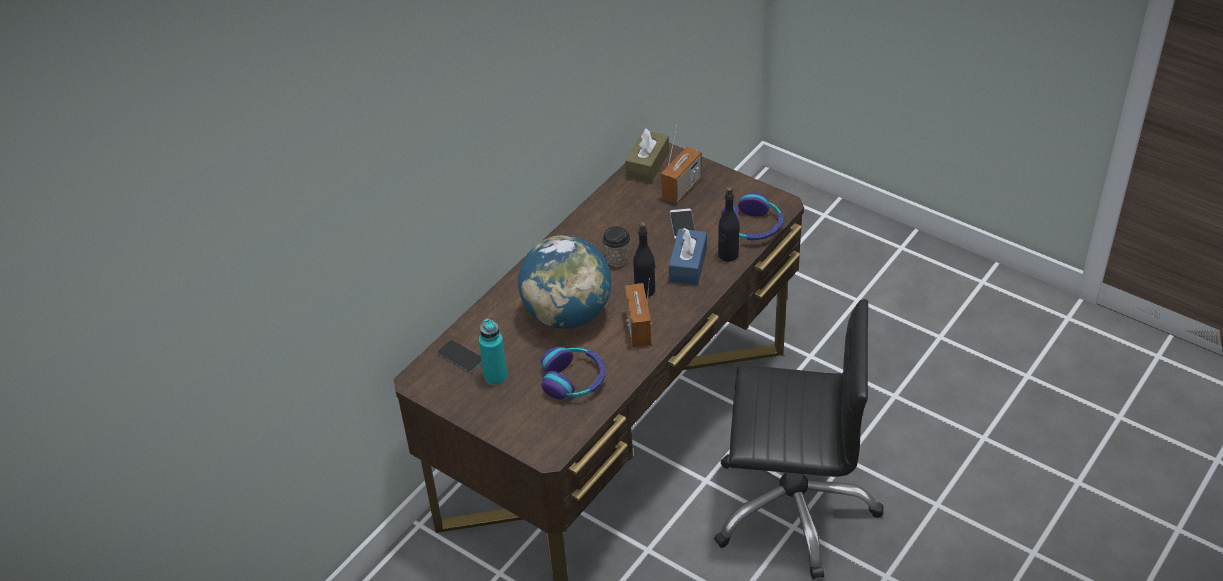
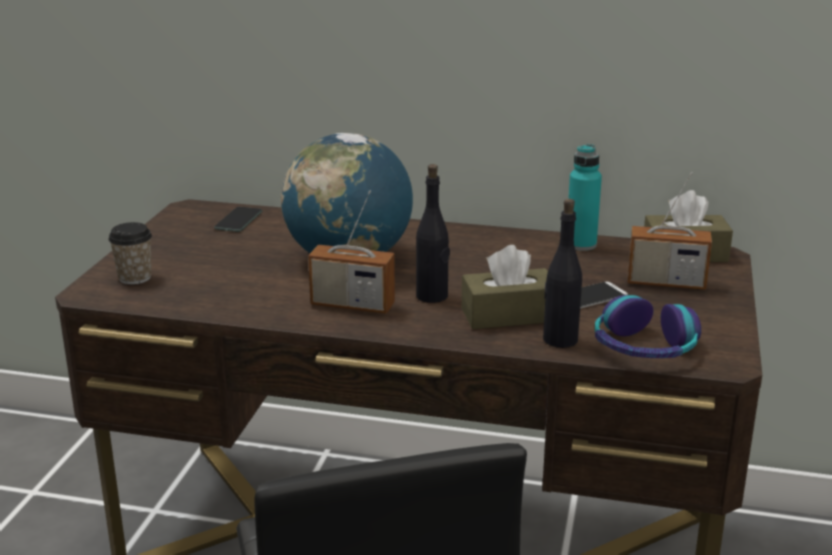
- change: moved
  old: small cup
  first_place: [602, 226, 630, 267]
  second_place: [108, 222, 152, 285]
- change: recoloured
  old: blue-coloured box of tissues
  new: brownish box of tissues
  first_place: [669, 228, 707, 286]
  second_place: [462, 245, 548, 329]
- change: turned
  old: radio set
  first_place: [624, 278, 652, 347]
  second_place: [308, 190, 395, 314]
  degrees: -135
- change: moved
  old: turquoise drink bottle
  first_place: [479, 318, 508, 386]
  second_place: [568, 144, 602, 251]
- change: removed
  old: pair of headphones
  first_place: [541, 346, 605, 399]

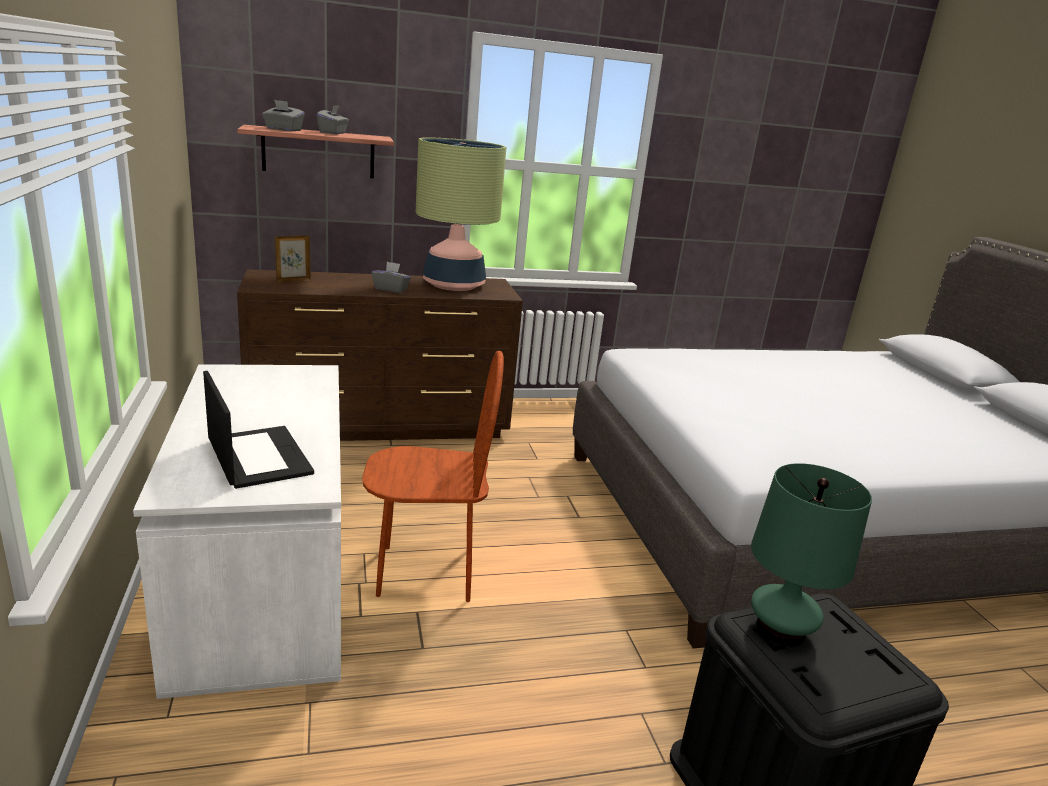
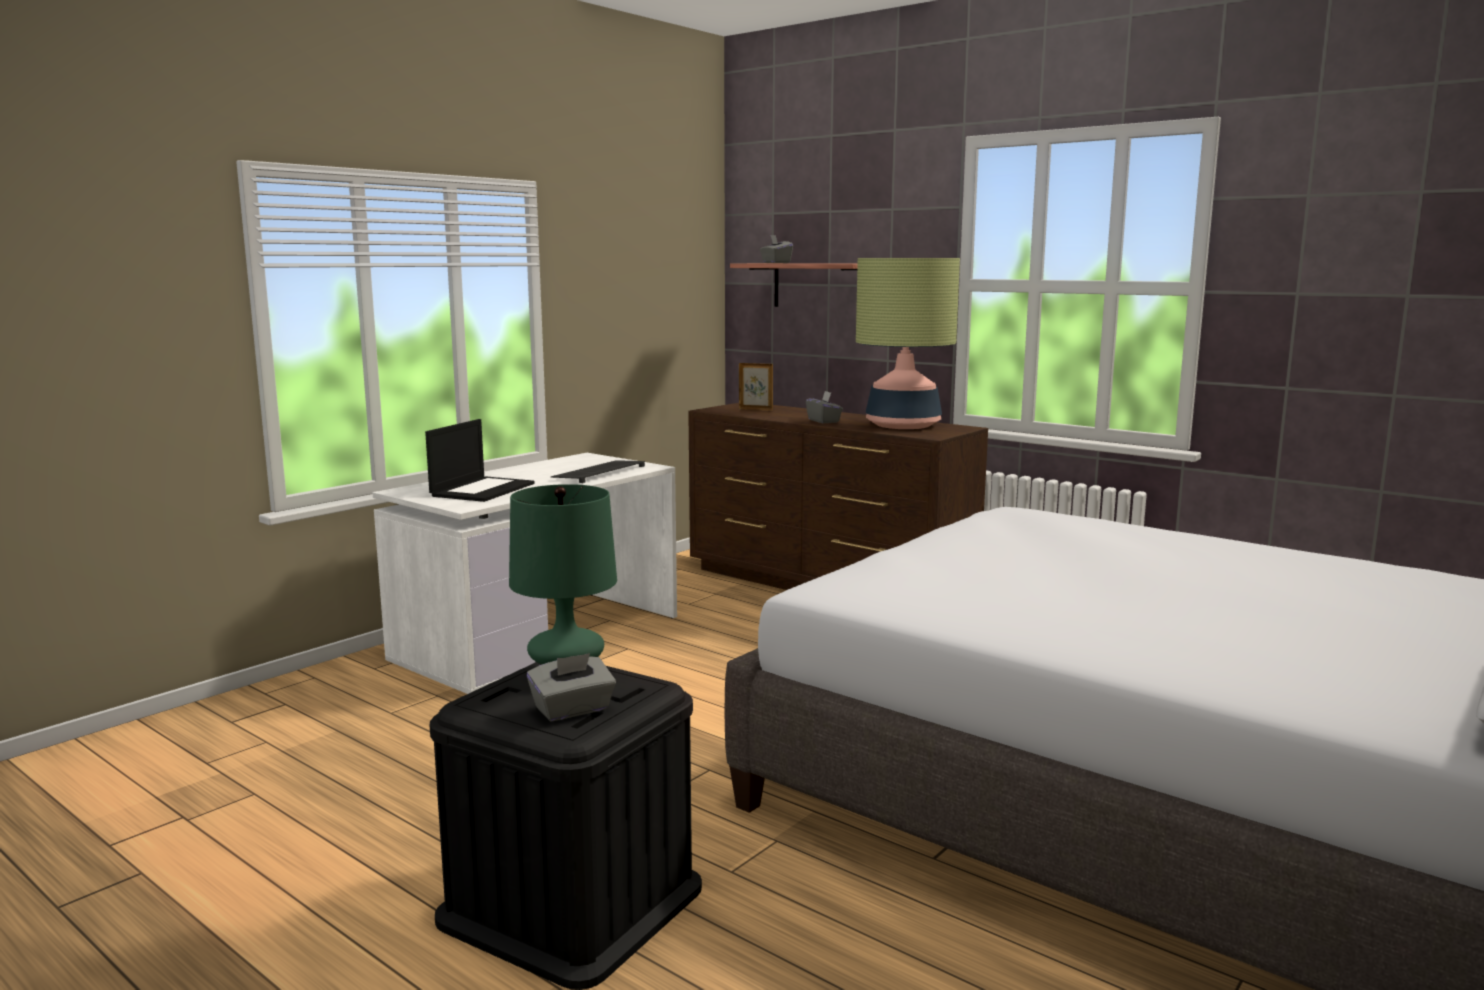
- change: moved
  old: greyish box of tissues
  first_place: [317, 105, 349, 134]
  second_place: [527, 653, 616, 722]
- change: removed
  old: brownish chair
  first_place: [363, 351, 504, 602]
- change: added
  new: computer keyboard
  second_place: [551, 460, 645, 483]

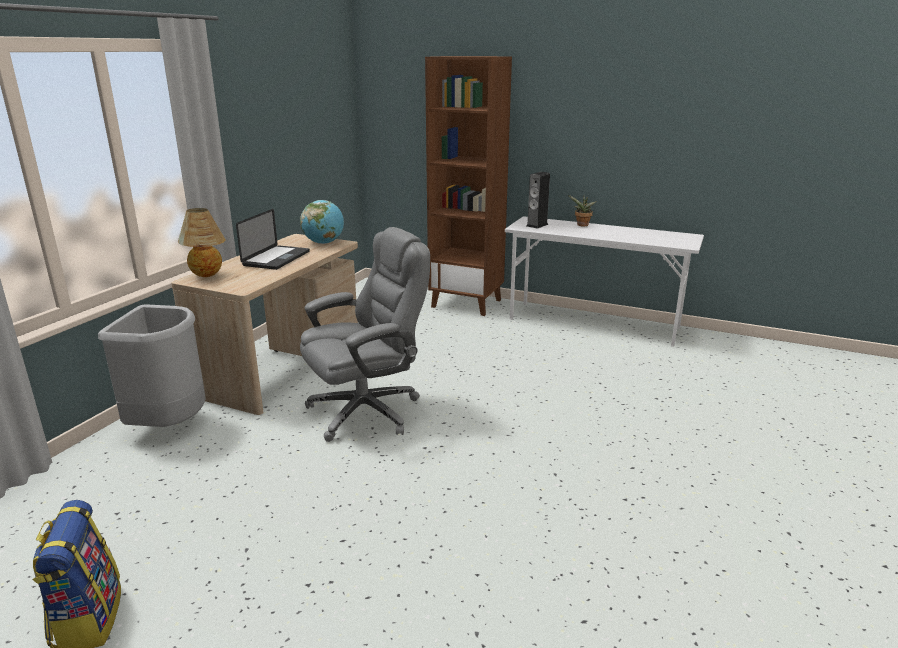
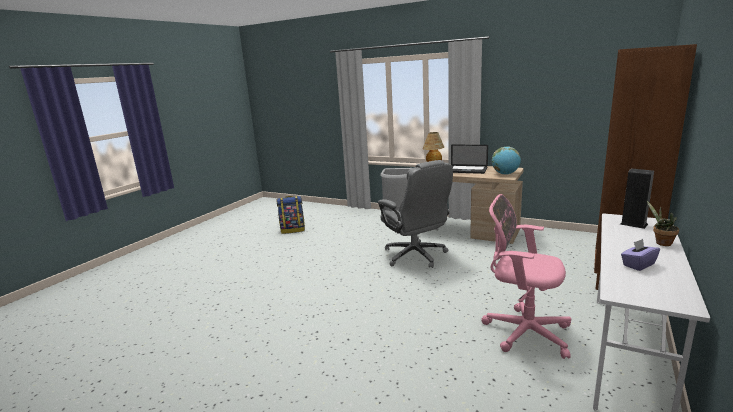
- change: added
  new: pinkish desk chair
  second_place: [481, 194, 571, 359]
- change: added
  new: purplish box of tissues
  second_place: [621, 239, 660, 271]

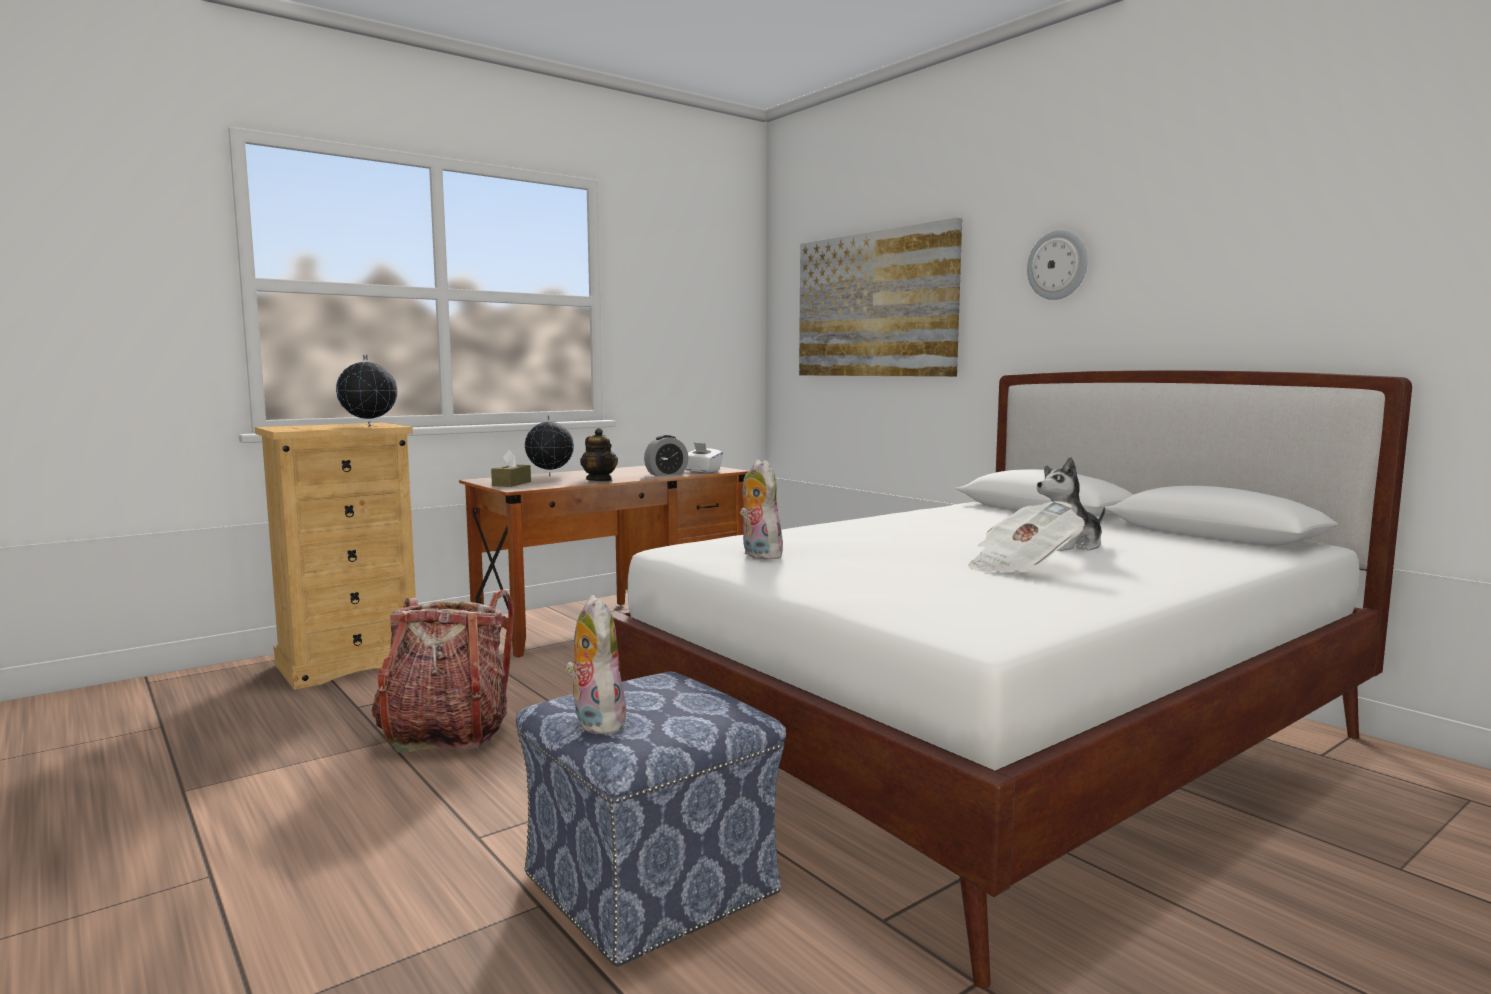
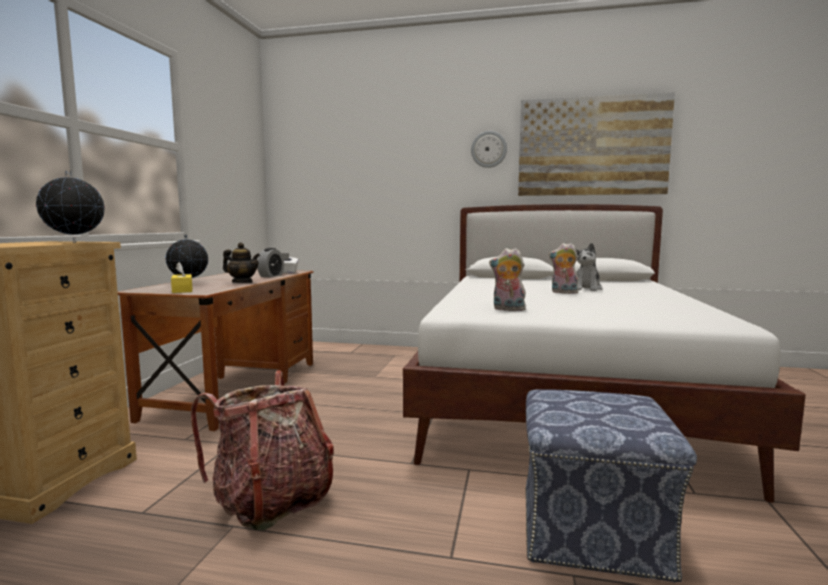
- change: moved
  old: wall art
  first_place: [799, 218, 962, 377]
  second_place: [518, 92, 675, 196]
- change: recoloured
  old: brownish box of tissues
  new: yellow-coloured box of tissues
  first_place: [491, 450, 531, 487]
  second_place: [171, 262, 192, 293]
- change: removed
  old: newspaper
  first_place: [968, 501, 1085, 573]
- change: moved
  old: cuddly toy
  first_place: [565, 595, 626, 734]
  second_place: [549, 243, 578, 294]

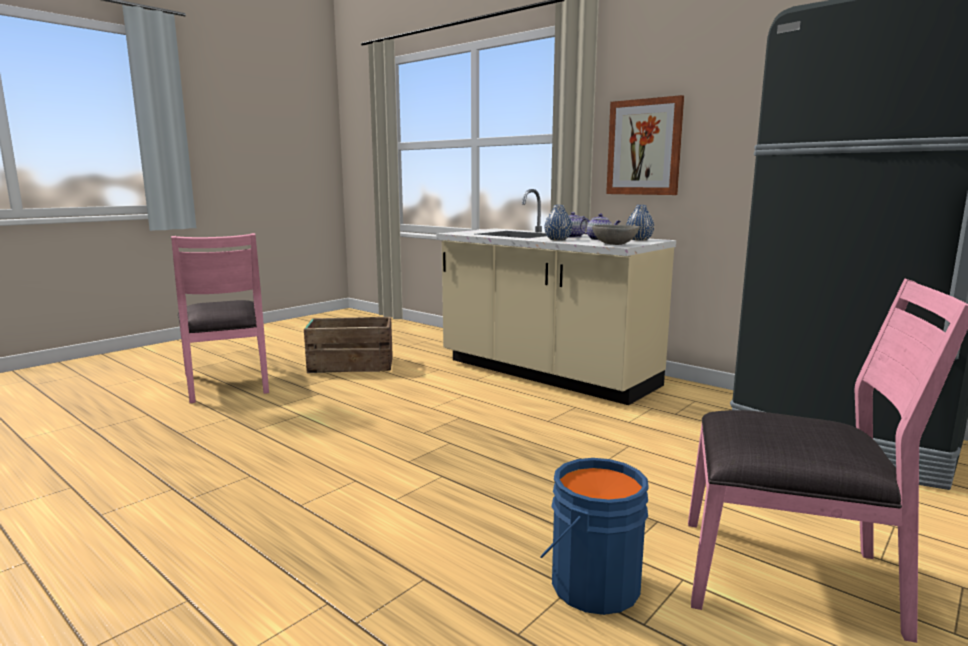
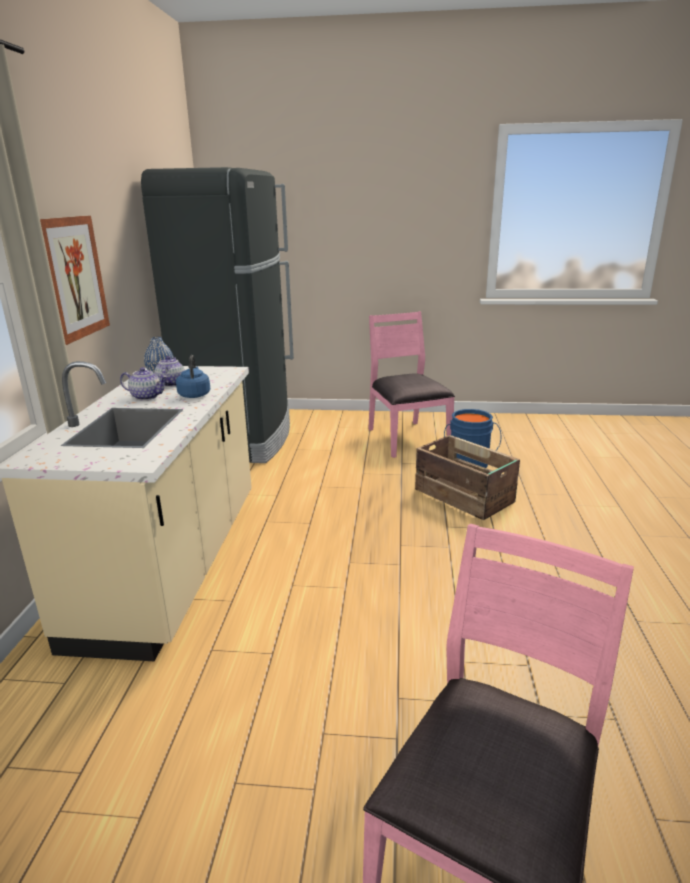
- change: replaced
  old: blue-coloured decorative vase
  new: blue-coloured kettle
  first_place: [544, 205, 572, 241]
  second_place: [176, 355, 210, 398]
- change: removed
  old: greyish bowl
  first_place: [592, 225, 639, 245]
- change: moved
  old: shipping crate
  first_place: [304, 317, 393, 373]
  second_place: [415, 435, 520, 520]

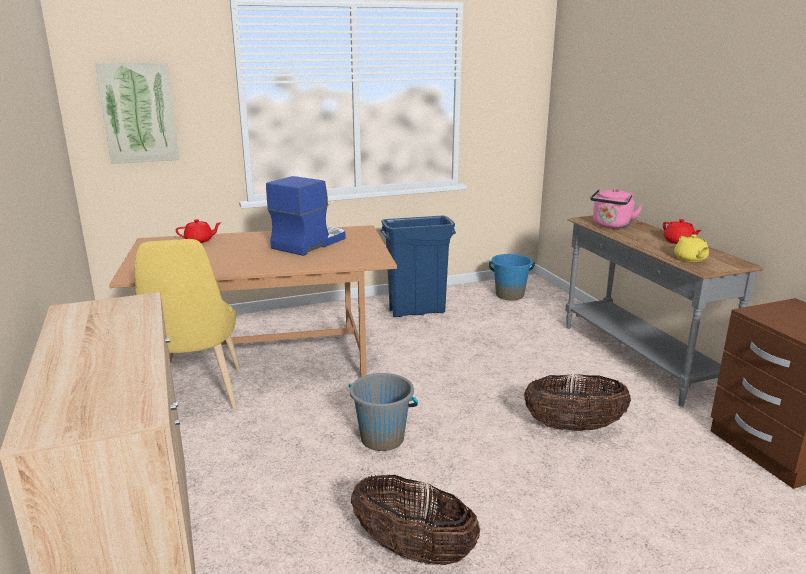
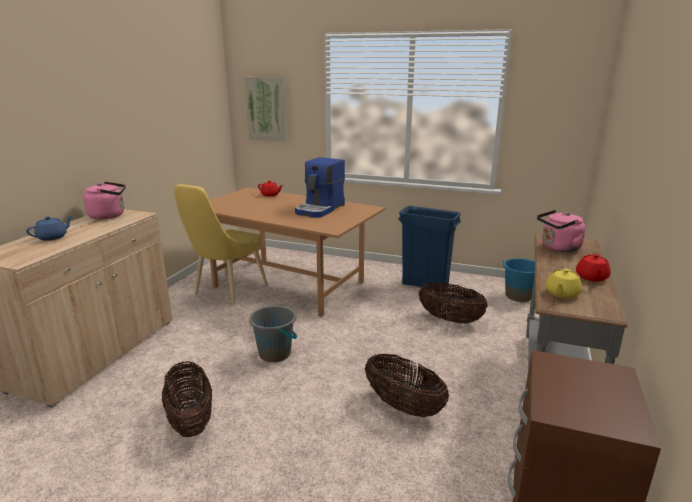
- change: turned
  old: coffee machine
  first_place: [266, 176, 346, 256]
  second_place: [295, 157, 345, 218]
  degrees: 135
- change: added
  new: pinkish kettle
  second_place: [83, 182, 126, 219]
- change: added
  new: blue-coloured tea pot
  second_place: [26, 216, 72, 241]
- change: added
  new: basket
  second_place: [418, 282, 488, 324]

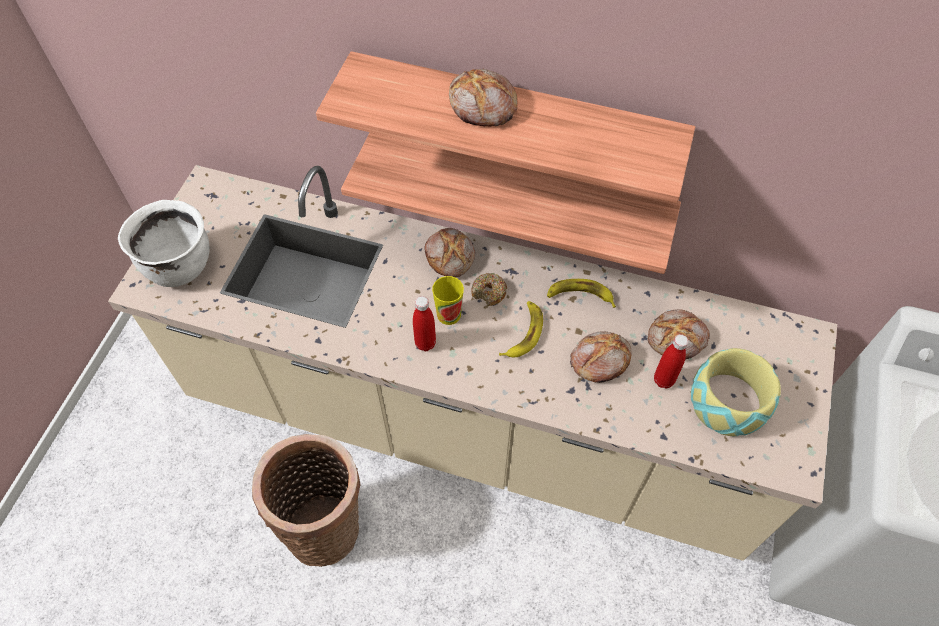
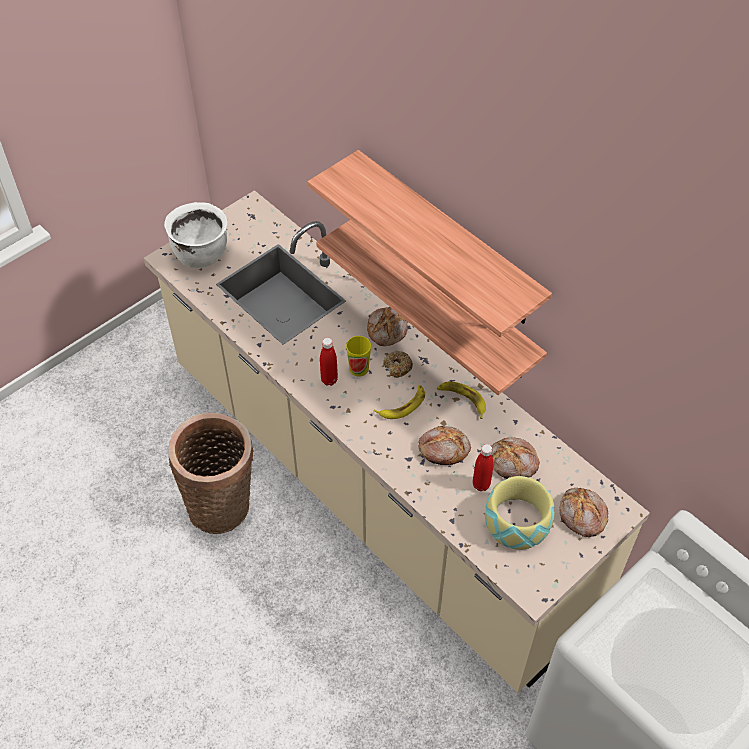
- change: moved
  old: bakery bread
  first_place: [449, 69, 518, 127]
  second_place: [560, 488, 608, 537]

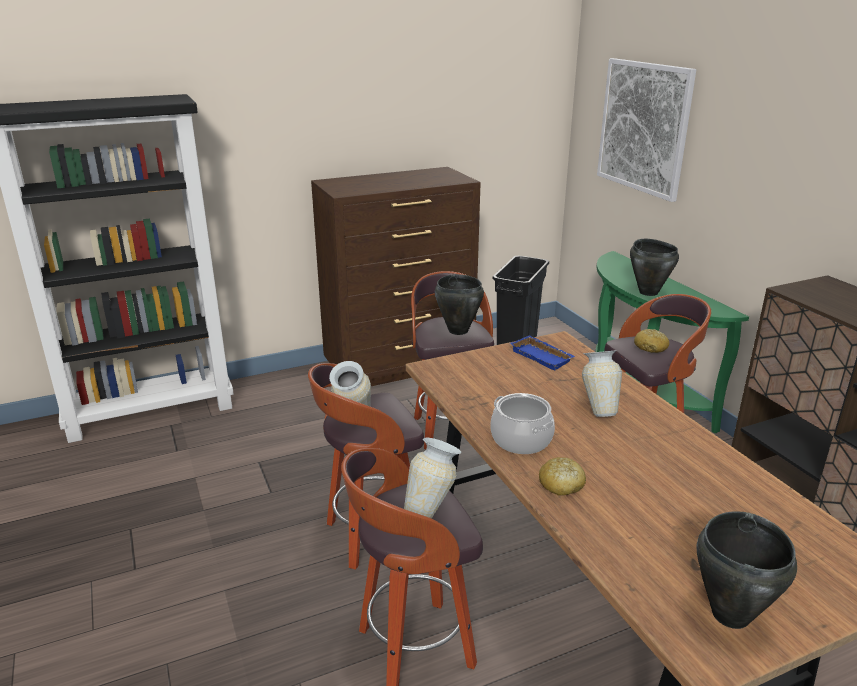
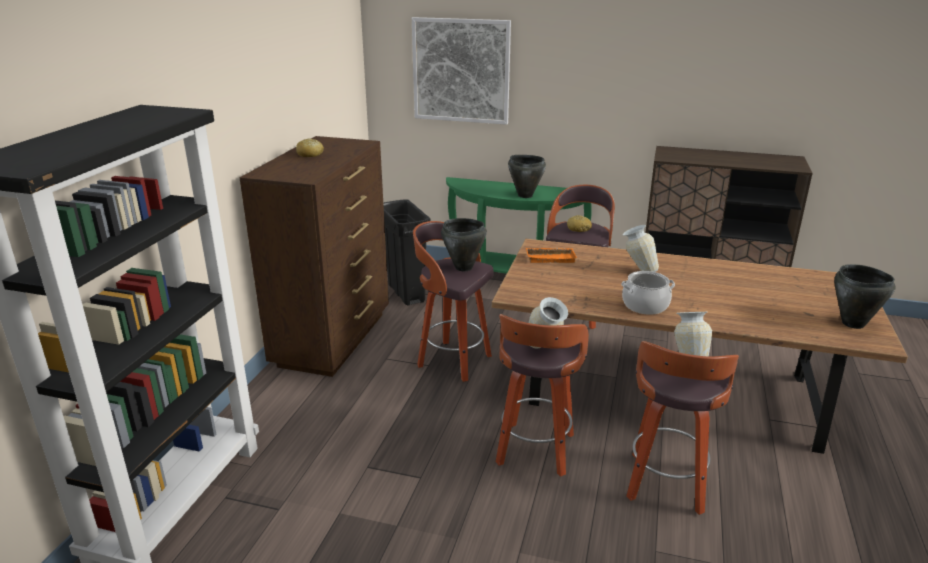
- change: recoloured
  old: blue-coloured tray
  new: orange-coloured tray
  first_place: [510, 335, 576, 371]
  second_place: [526, 248, 577, 263]
- change: moved
  old: bakery bread
  first_place: [539, 457, 586, 496]
  second_place: [296, 138, 324, 157]

